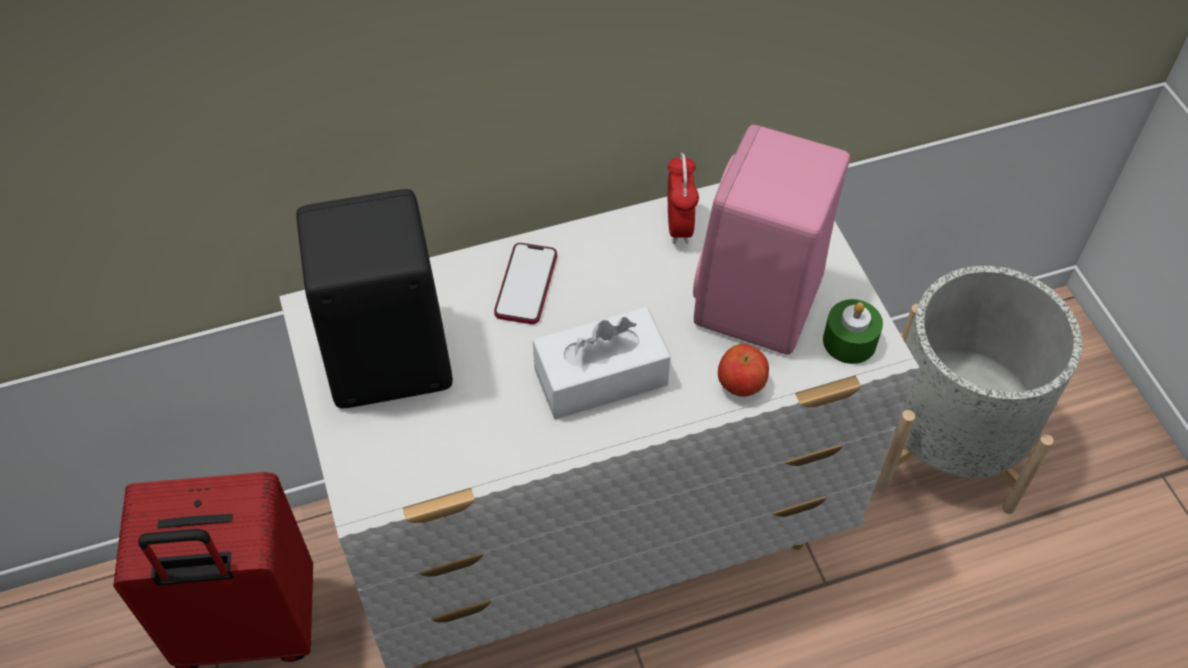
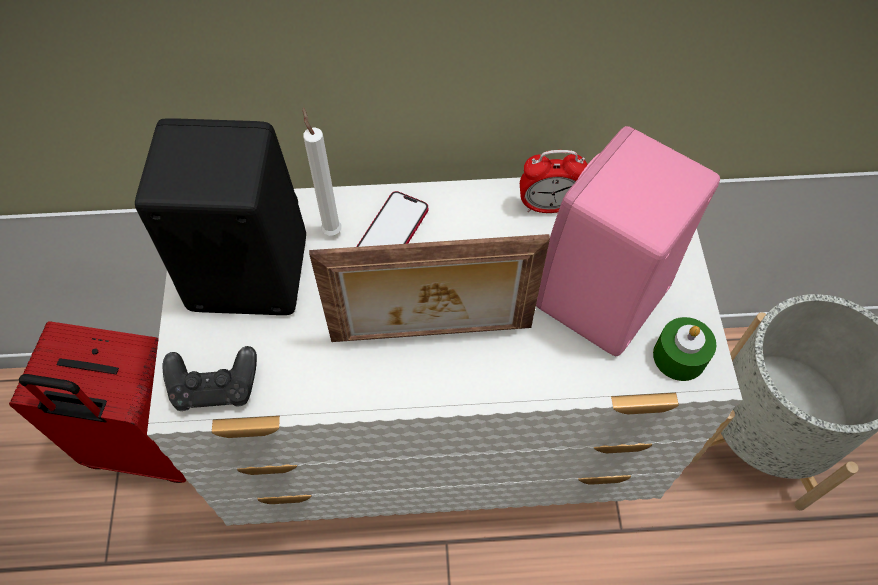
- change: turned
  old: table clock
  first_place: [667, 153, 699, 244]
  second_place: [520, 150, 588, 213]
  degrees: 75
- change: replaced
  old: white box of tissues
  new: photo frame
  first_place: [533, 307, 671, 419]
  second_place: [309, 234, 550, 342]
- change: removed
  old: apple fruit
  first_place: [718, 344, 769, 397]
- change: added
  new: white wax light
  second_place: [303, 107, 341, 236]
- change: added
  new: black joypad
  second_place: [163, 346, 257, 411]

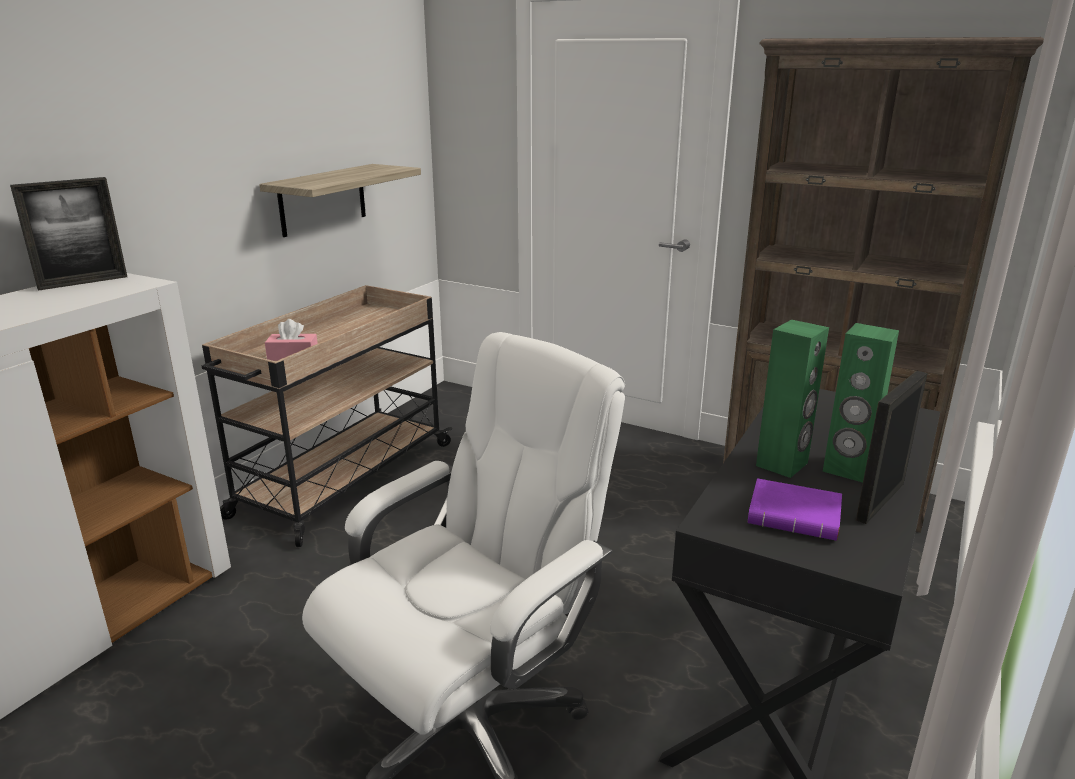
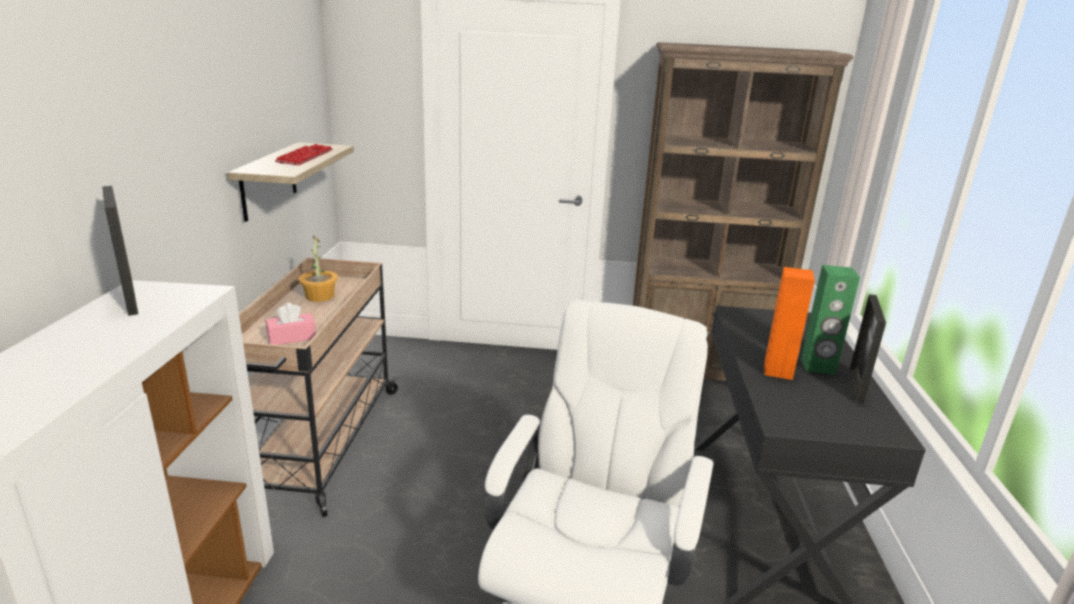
- change: turned
  old: photo frame
  first_place: [10, 177, 127, 290]
  second_place: [102, 186, 138, 316]
  degrees: -60
- change: recoloured
  old: greenish audio speaker
  new: orange-coloured audio speaker
  first_place: [756, 320, 829, 478]
  second_place: [764, 267, 815, 380]
- change: removed
  old: purplish bound book
  first_place: [748, 478, 842, 541]
- change: added
  new: computer keyboard
  second_place: [275, 144, 333, 165]
- change: added
  new: plant in a pot
  second_place: [298, 236, 338, 302]

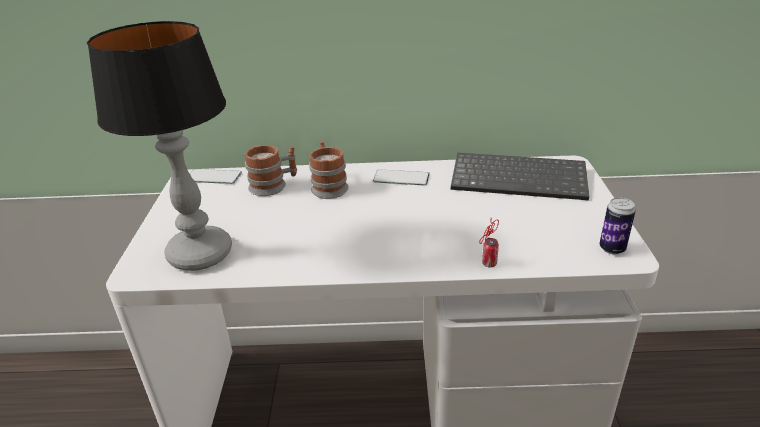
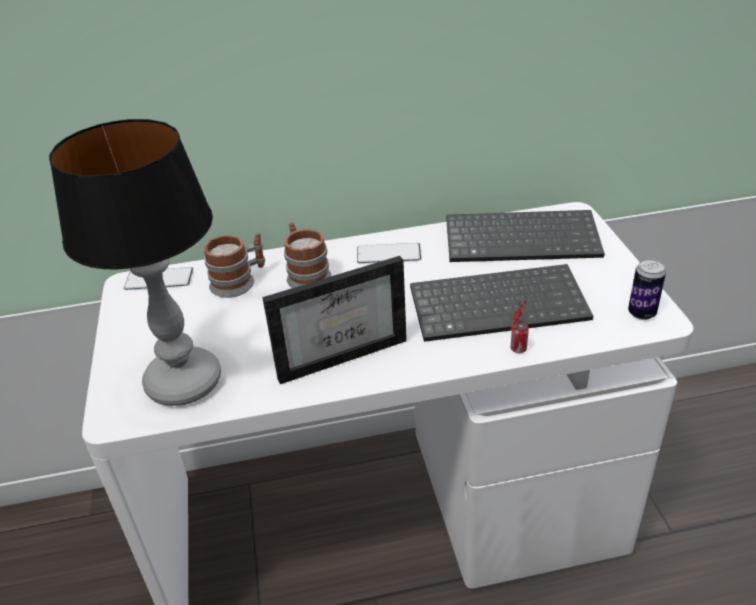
- change: added
  new: photo frame
  second_place: [262, 256, 407, 384]
- change: added
  new: computer keyboard
  second_place: [410, 264, 593, 342]

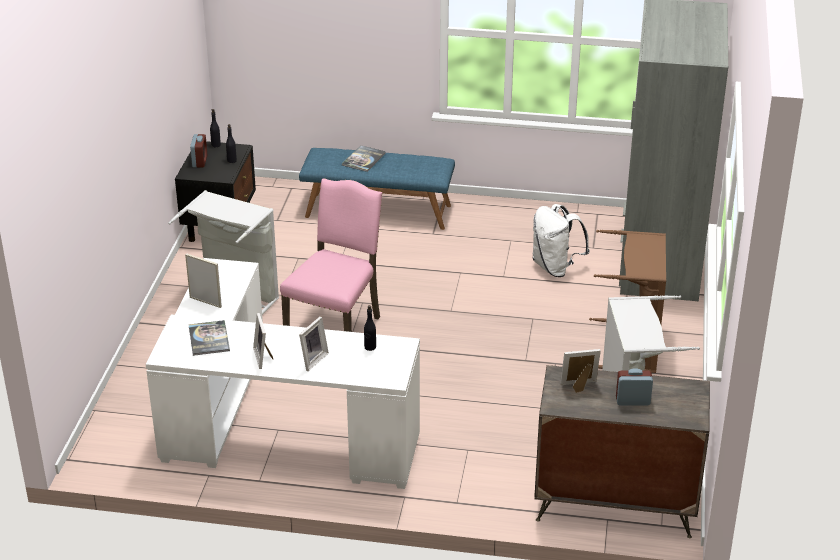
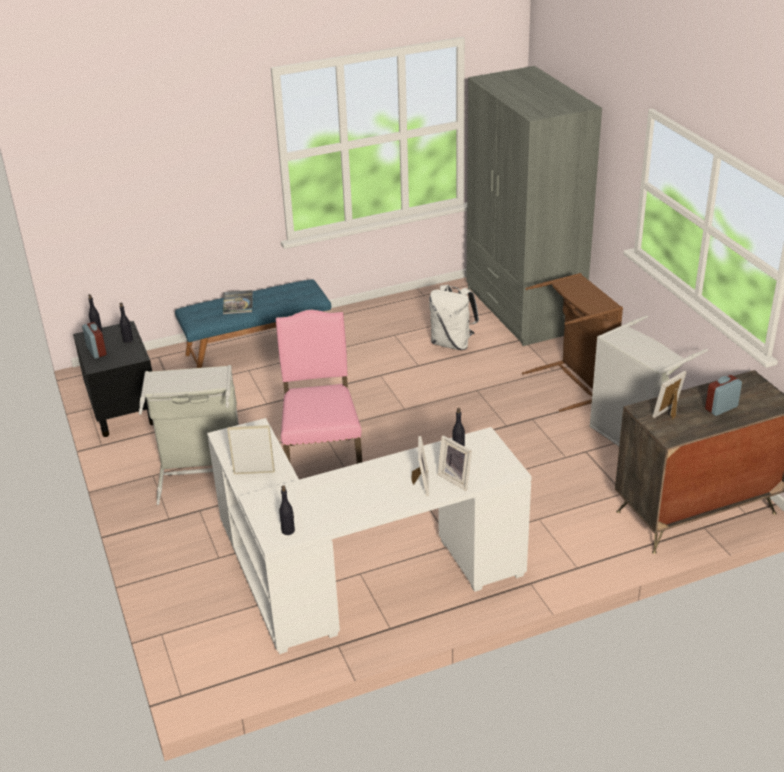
- change: moved
  old: photo frame
  first_place: [253, 313, 273, 369]
  second_place: [437, 435, 472, 491]
- change: removed
  old: bound book
  first_place: [189, 320, 230, 356]
- change: added
  new: black drink bottle
  second_place: [279, 485, 295, 535]

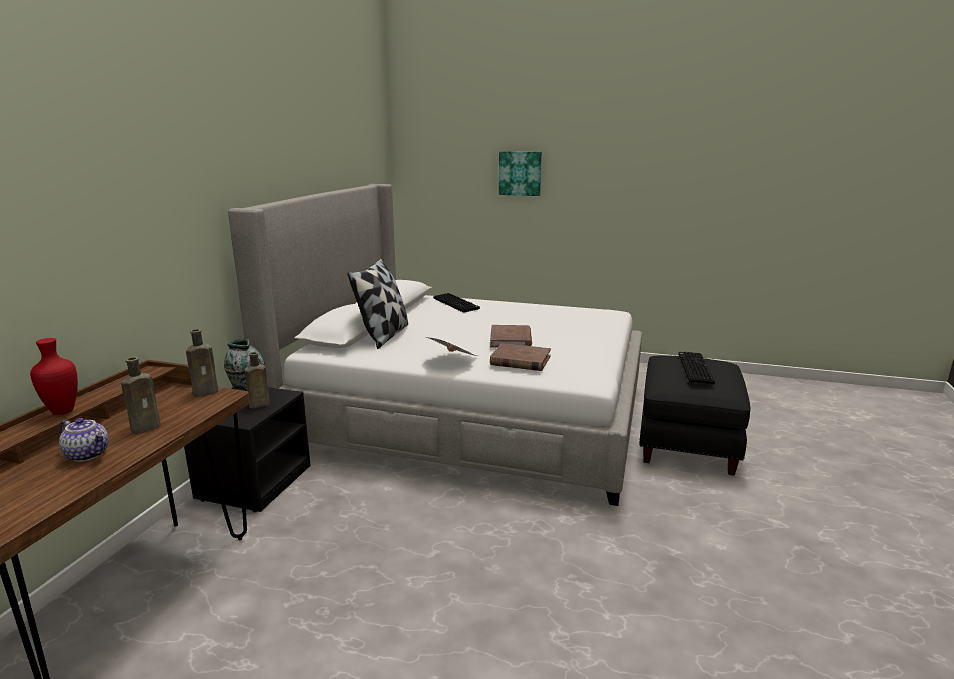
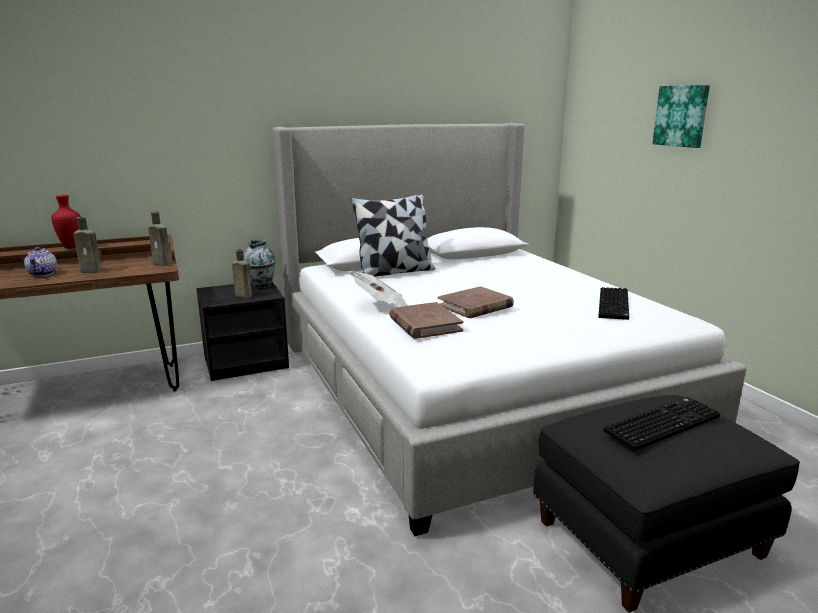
- change: moved
  old: computer keyboard
  first_place: [433, 293, 480, 313]
  second_place: [598, 287, 629, 320]

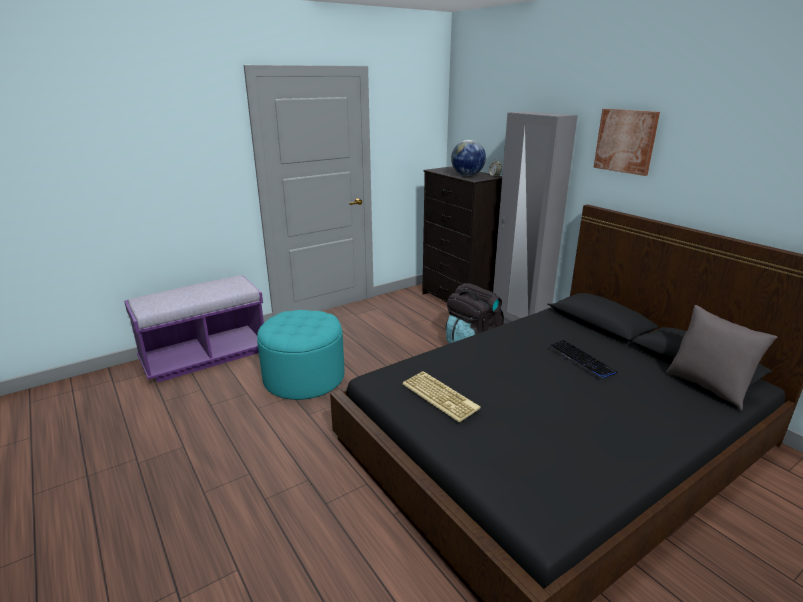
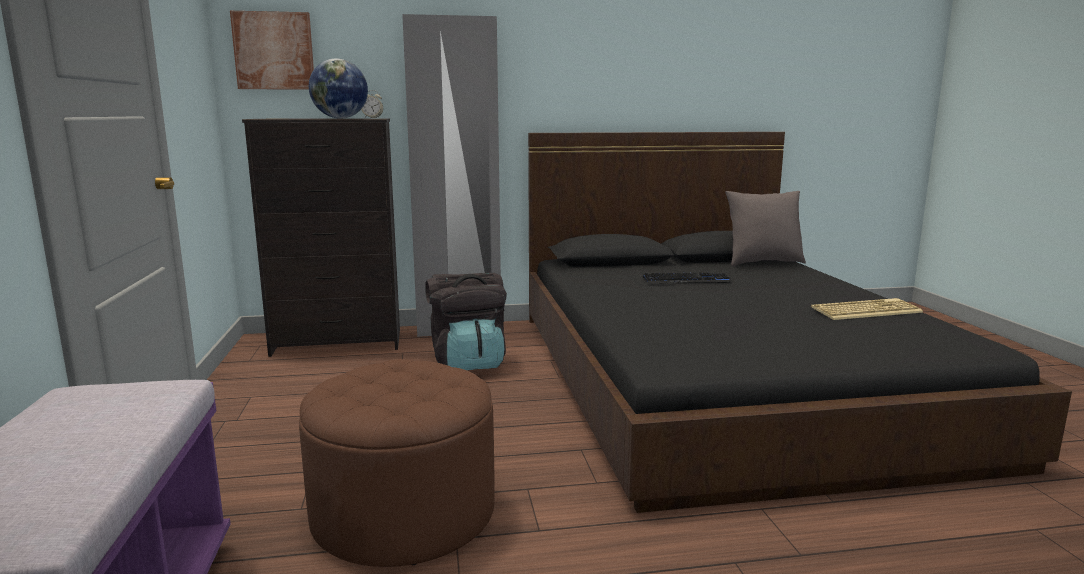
- change: moved
  old: wall art
  first_place: [594, 109, 660, 176]
  second_place: [230, 11, 314, 90]
- change: recoloured
  old: turquoise ottoman
  new: brownish ottoman
  first_place: [257, 310, 344, 400]
  second_place: [299, 359, 495, 567]
- change: moved
  old: computer keyboard
  first_place: [402, 371, 481, 422]
  second_place: [811, 298, 923, 320]

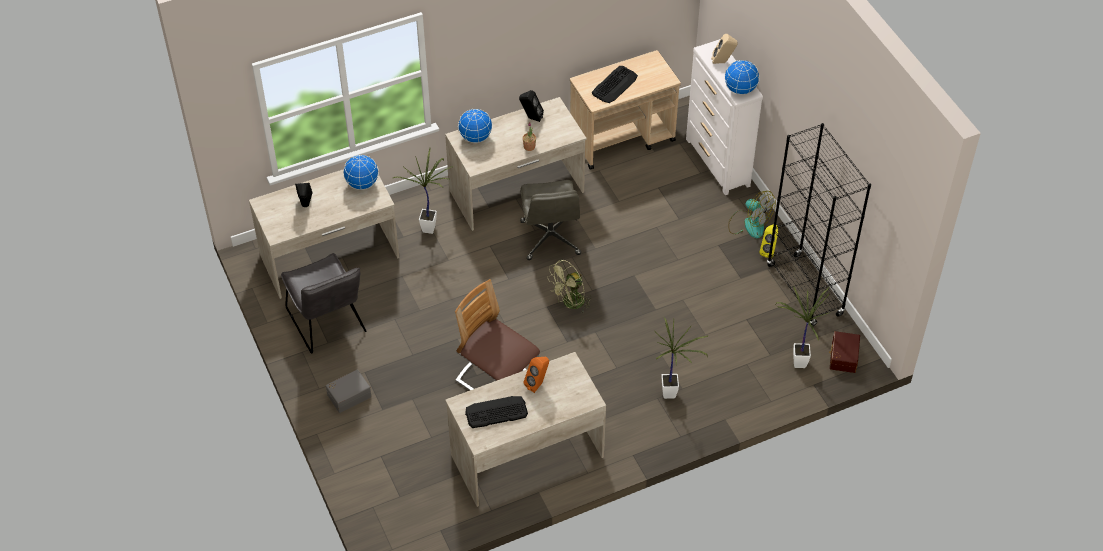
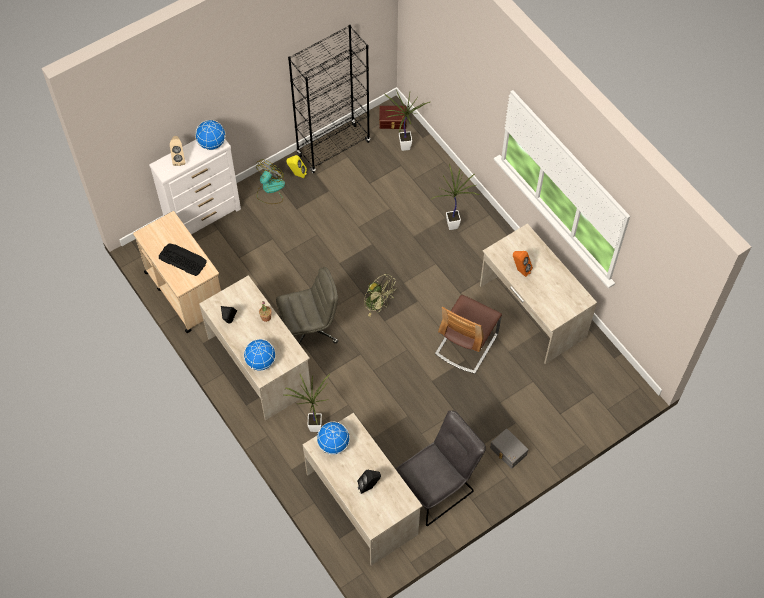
- change: removed
  old: computer keyboard
  first_place: [465, 396, 528, 428]

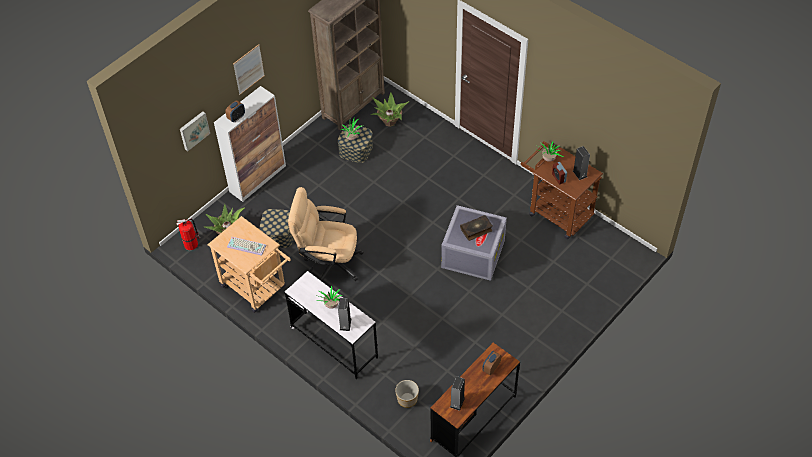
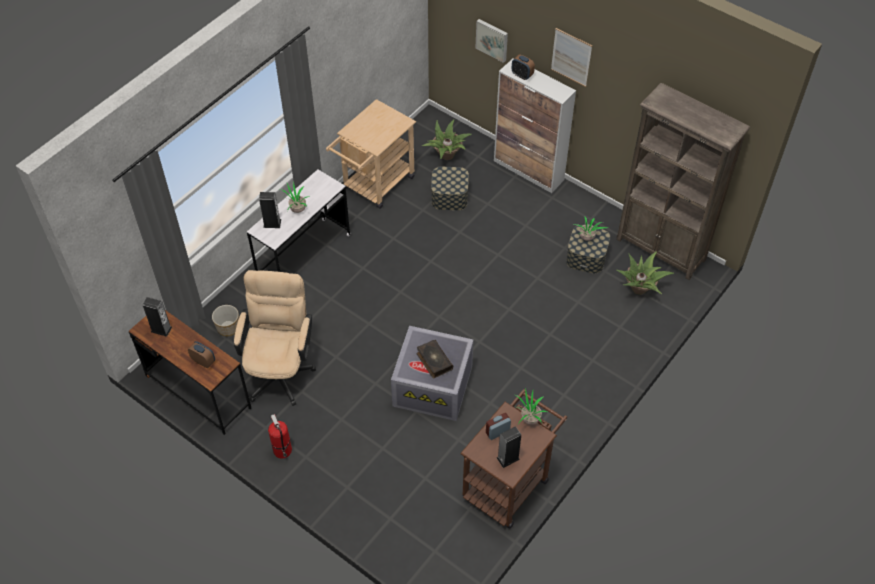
- change: moved
  old: beige desk chair
  first_place: [288, 187, 364, 282]
  second_place: [234, 270, 316, 406]
- change: moved
  old: fire-fighting cylinder
  first_place: [176, 219, 200, 250]
  second_place: [268, 414, 292, 458]
- change: removed
  old: computer keyboard
  first_place: [227, 237, 266, 256]

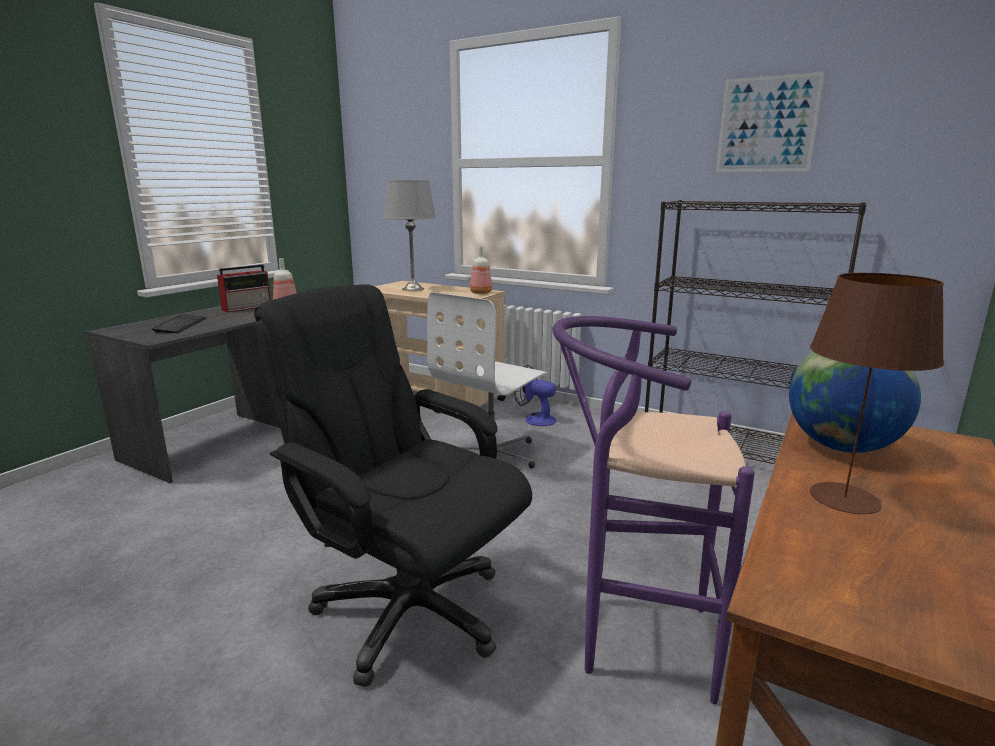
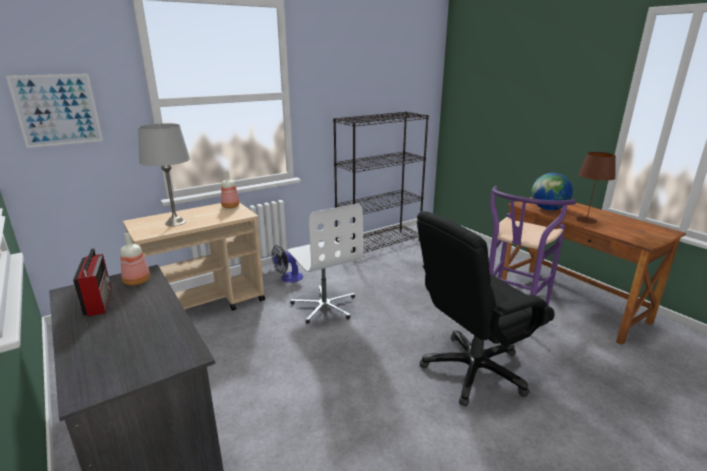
- change: moved
  old: wall art
  first_place: [716, 72, 824, 172]
  second_place: [6, 74, 103, 148]
- change: removed
  old: computer keyboard
  first_place: [152, 314, 206, 333]

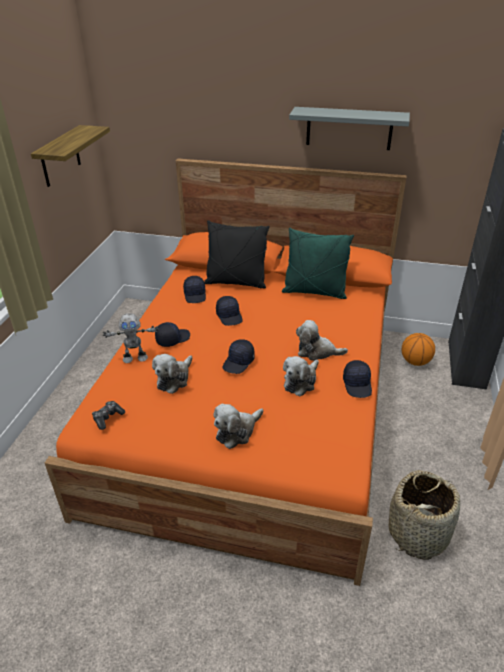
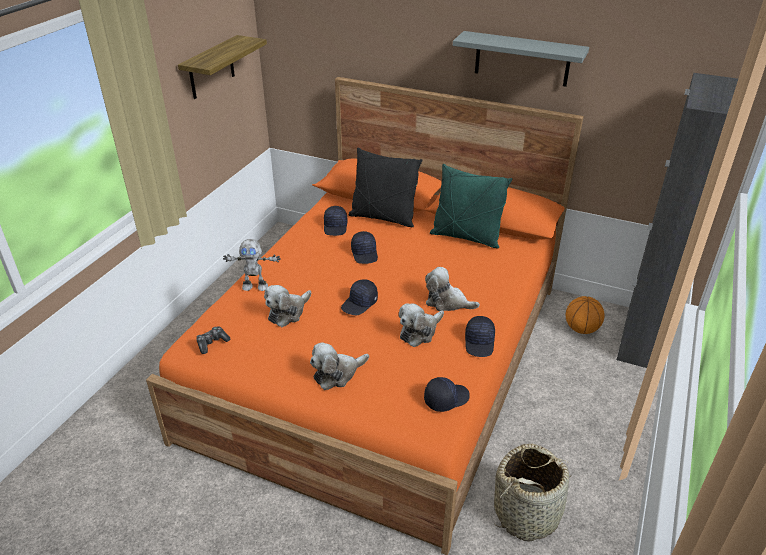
- change: moved
  old: black cap
  first_place: [155, 322, 190, 347]
  second_place: [424, 377, 469, 412]

